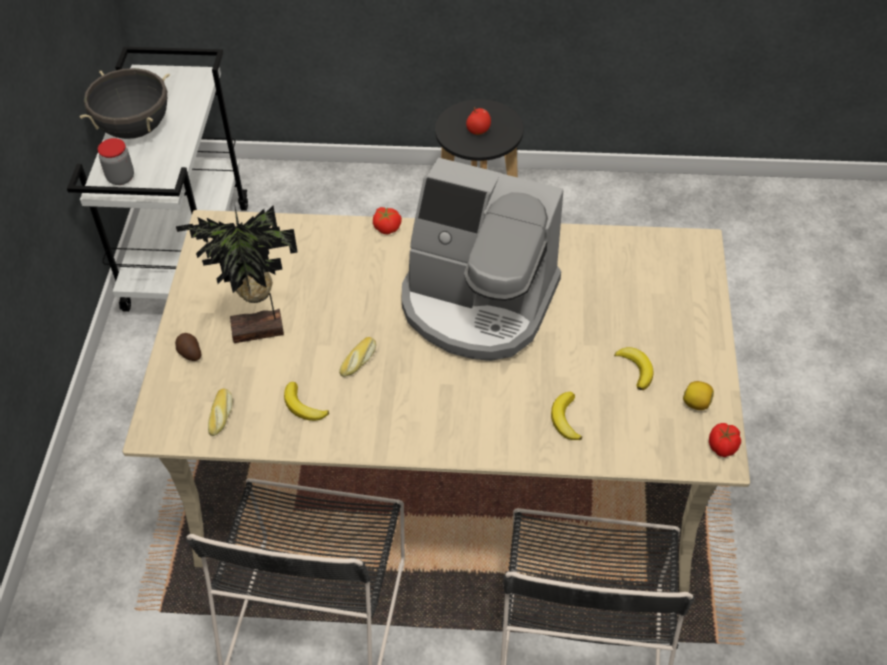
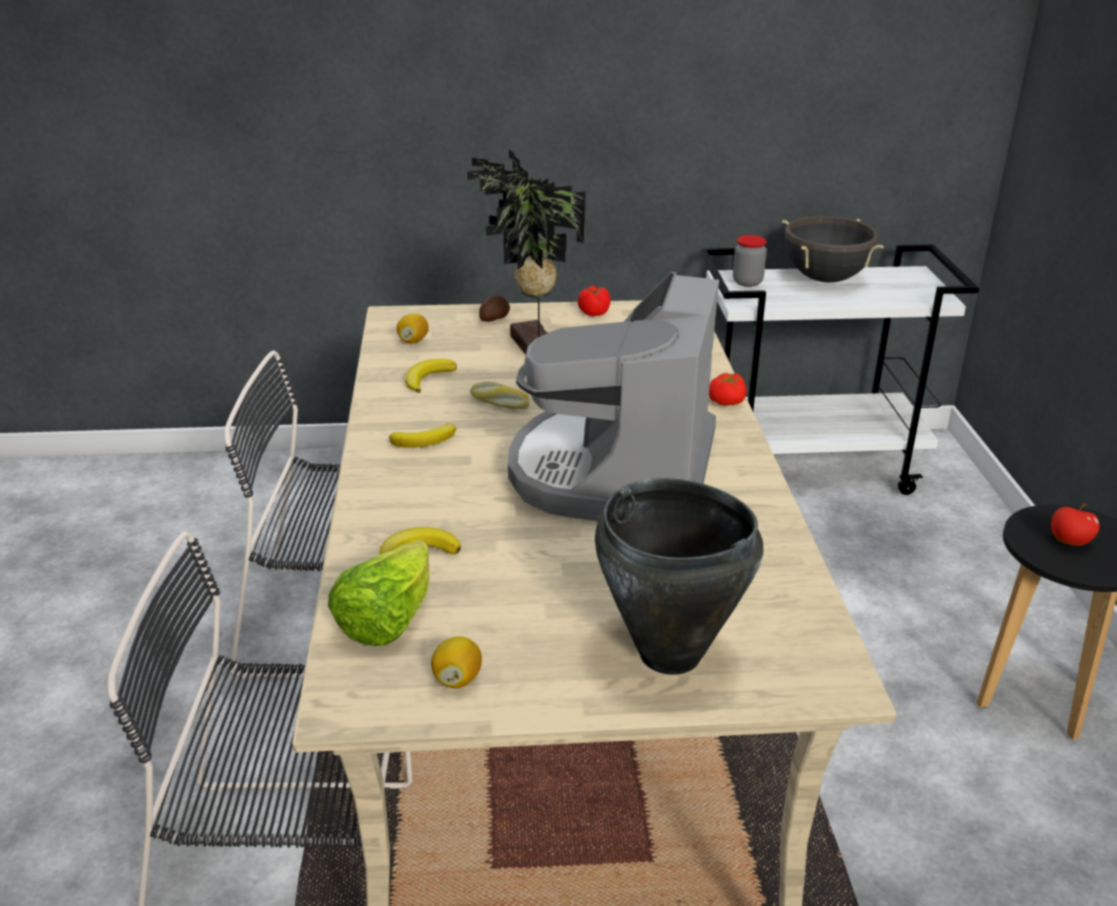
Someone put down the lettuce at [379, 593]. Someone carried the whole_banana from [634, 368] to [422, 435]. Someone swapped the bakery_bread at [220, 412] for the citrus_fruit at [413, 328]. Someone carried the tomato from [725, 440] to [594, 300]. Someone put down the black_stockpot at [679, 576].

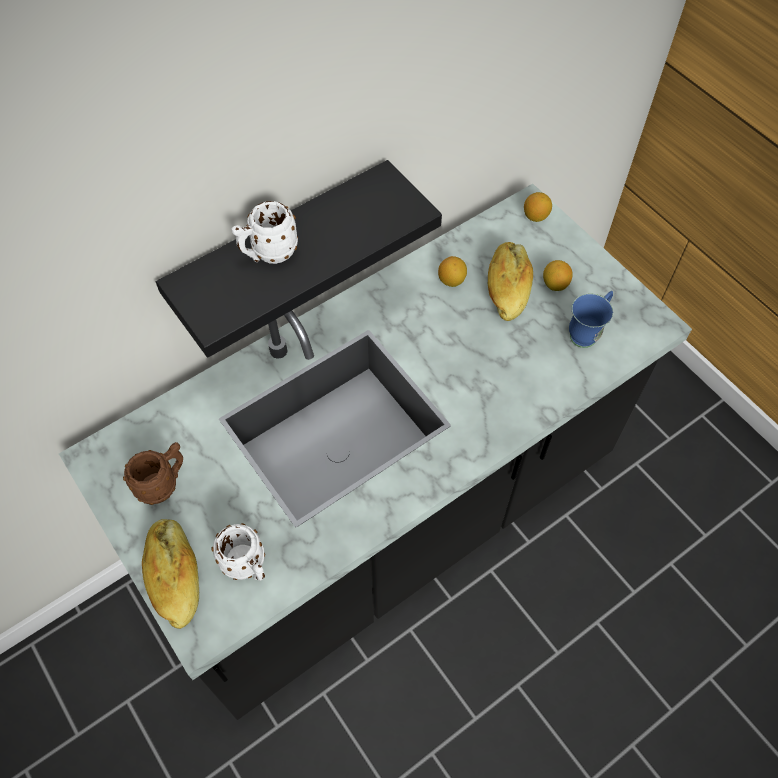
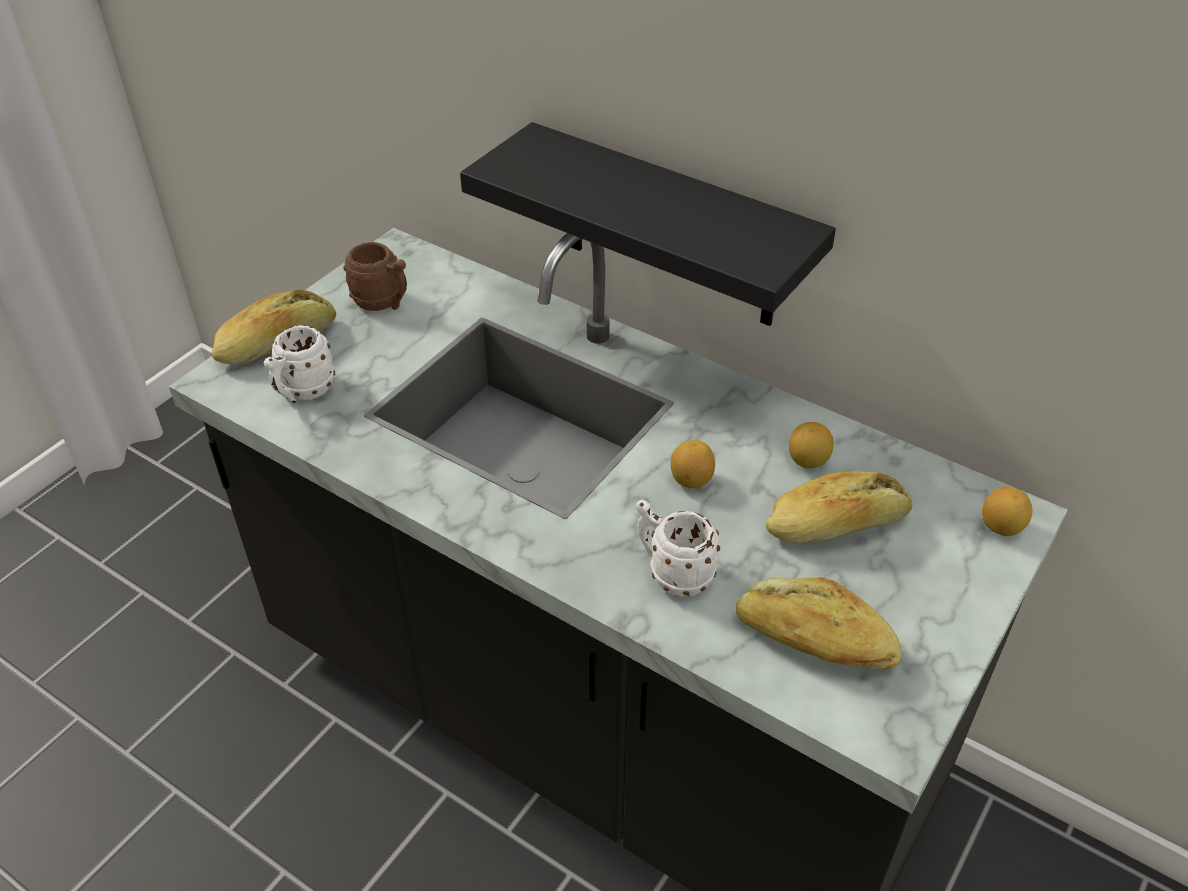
Someone carried the white-coloured_coffee_mug from [265, 232] to [678, 548]. Someone carried the citrus_fruit from [558, 275] to [692, 464]. Someone swapped the blue-coloured_coffee_mug at [591, 319] for the bakery_bread at [819, 623].

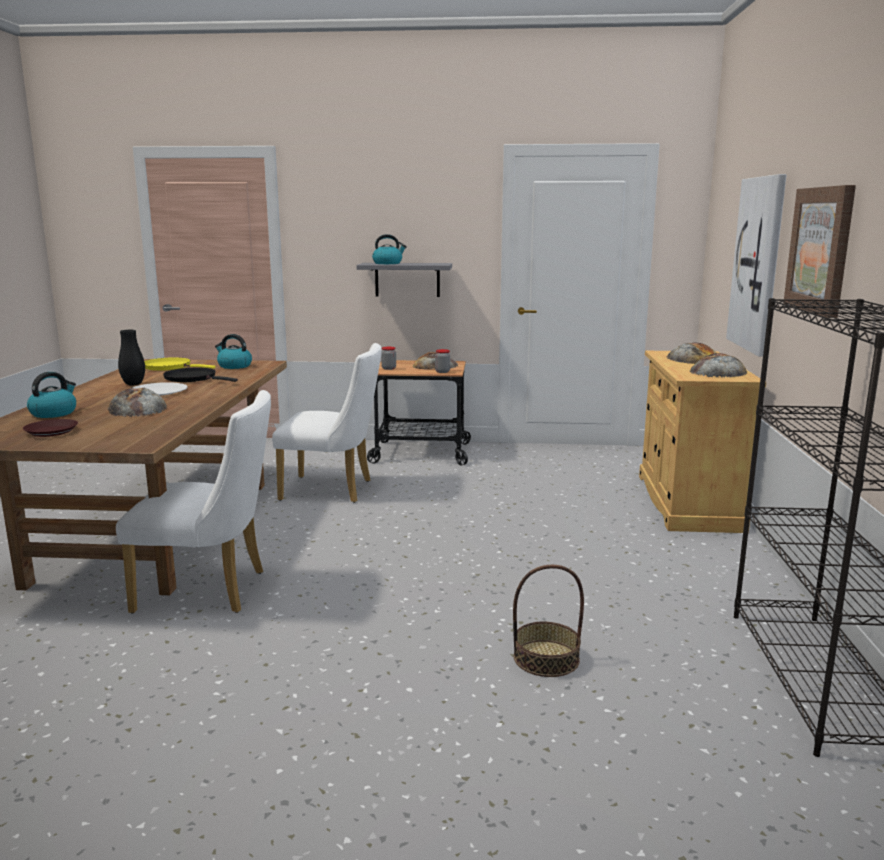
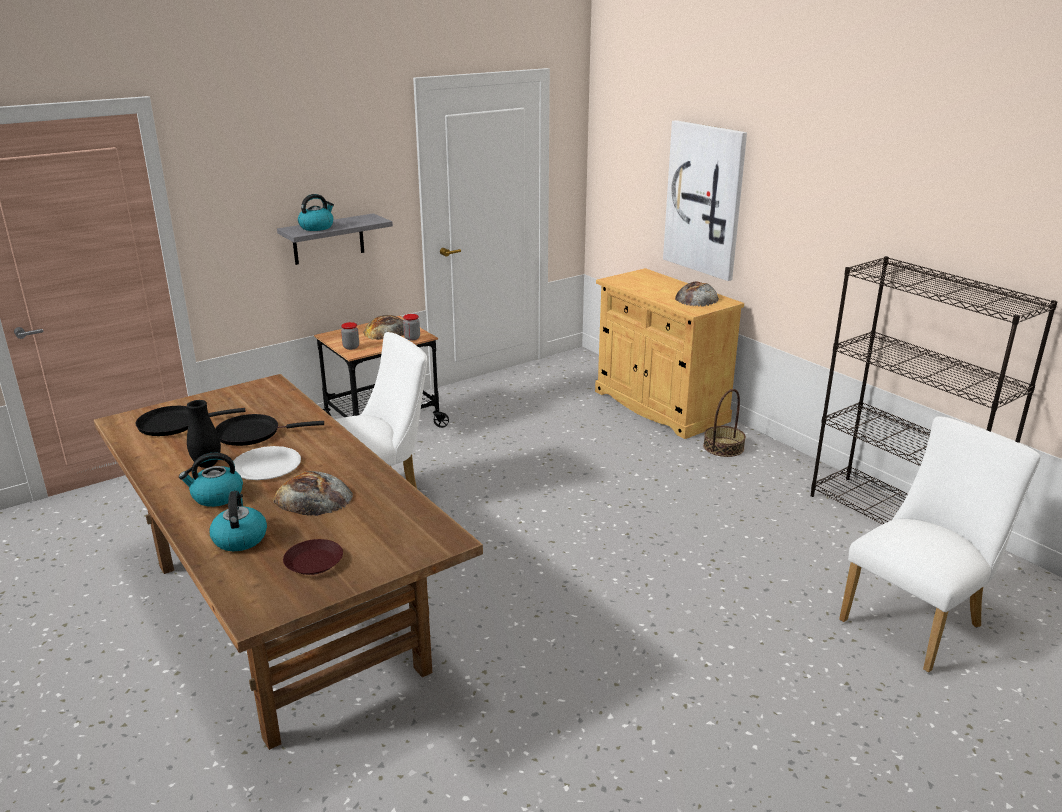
Someone repainted the yellowish_skillet at [180, 364], which became the black_skillet at [190, 421]. Someone carried the tea_kettle from [233, 351] to [211, 480]. Someone carried the household_basket from [548, 621] to [724, 423]. Someone carried the white-coloured_upright_chair from [193, 501] to [940, 544]. Someone took away the bakery_bread at [691, 353]. Someone took away the wall_art at [819, 251].

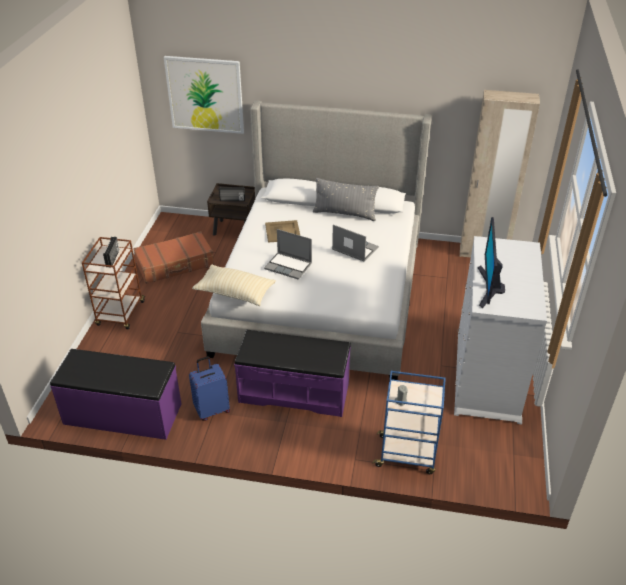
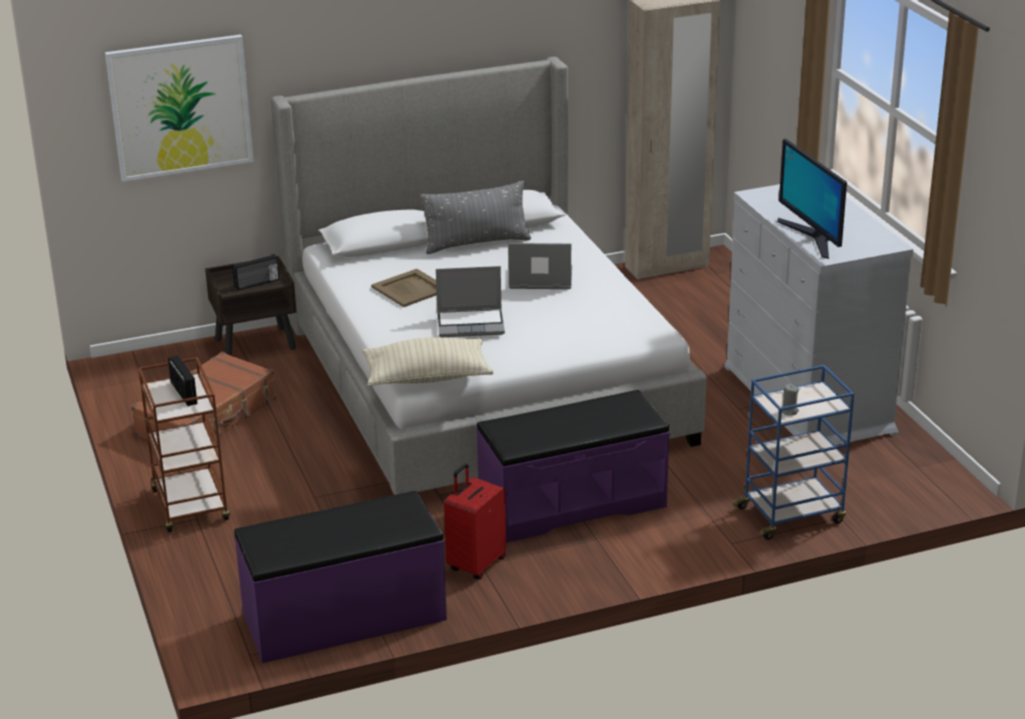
Someone repainted the blue-coloured_travel_case at [209, 388], which became the red_travel_case at [475, 521].

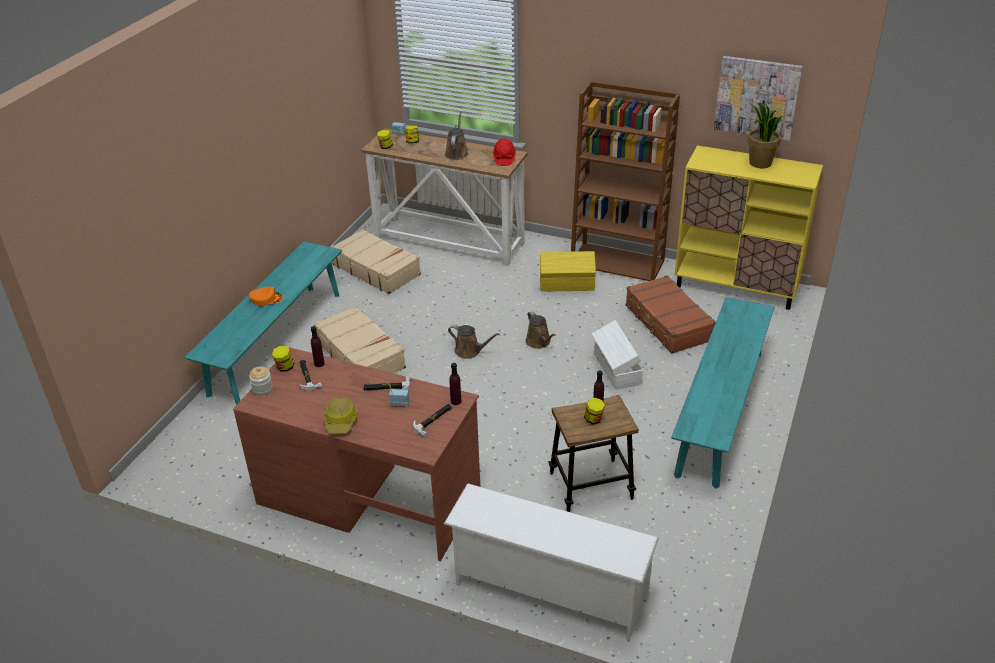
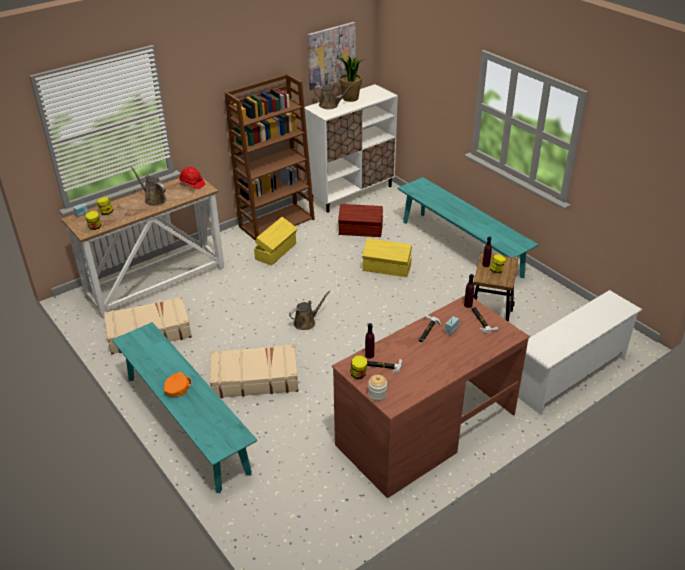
Someone repainted the yellowish_cupboard at [749, 227], which became the white-coloured_cupboard at [351, 148]. Someone carried the brown-coloured_sprinkling_can from [541, 330] to [334, 96]. Someone swapped the brown-coloured_travel_case at [671, 314] for the brown-coloured_storage_bin at [360, 220]. Someone repainted the white-coloured_storage_bin at [617, 355], which became the yellowish_storage_bin at [387, 257]. Someone took away the safety_helmet at [341, 415].

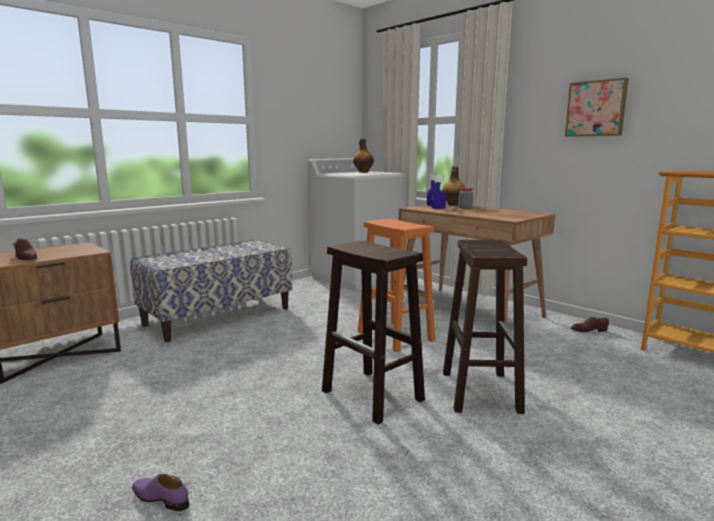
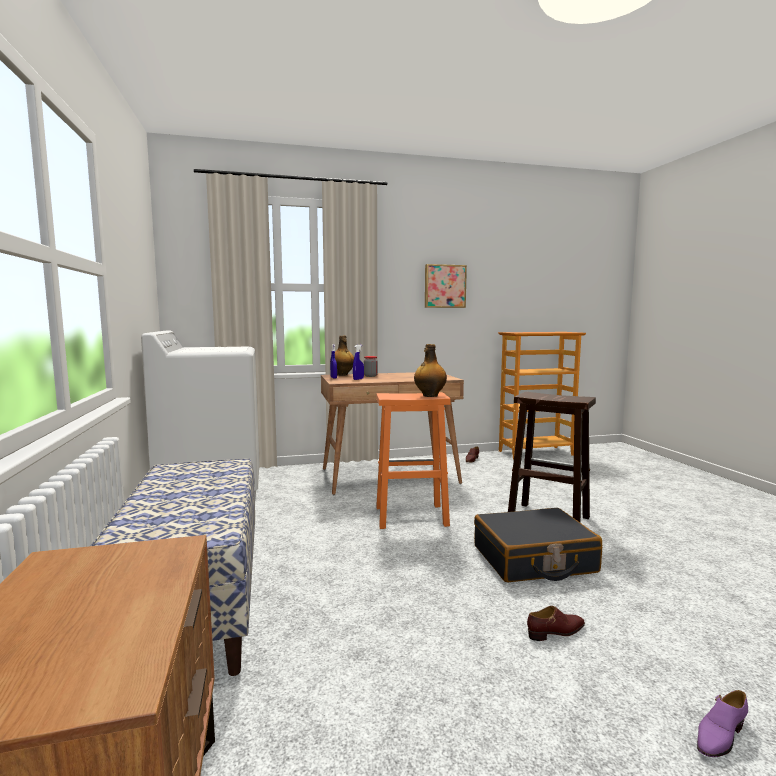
Someone carried the beverage_bottle from [363, 156] to [430, 370]. Someone swapped the brown-coloured_stool_seat at [373, 332] for the black_travel_case at [538, 545]. Someone carried the brown-coloured_shoe from [25, 249] to [556, 623].

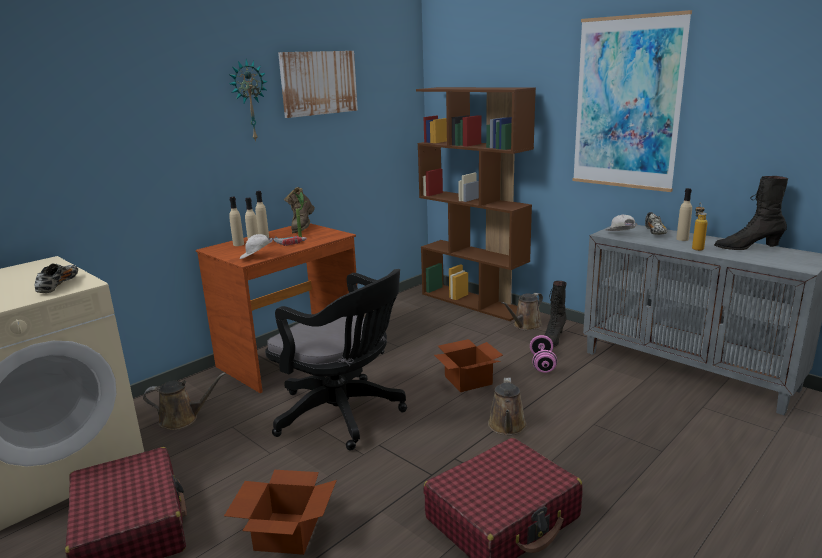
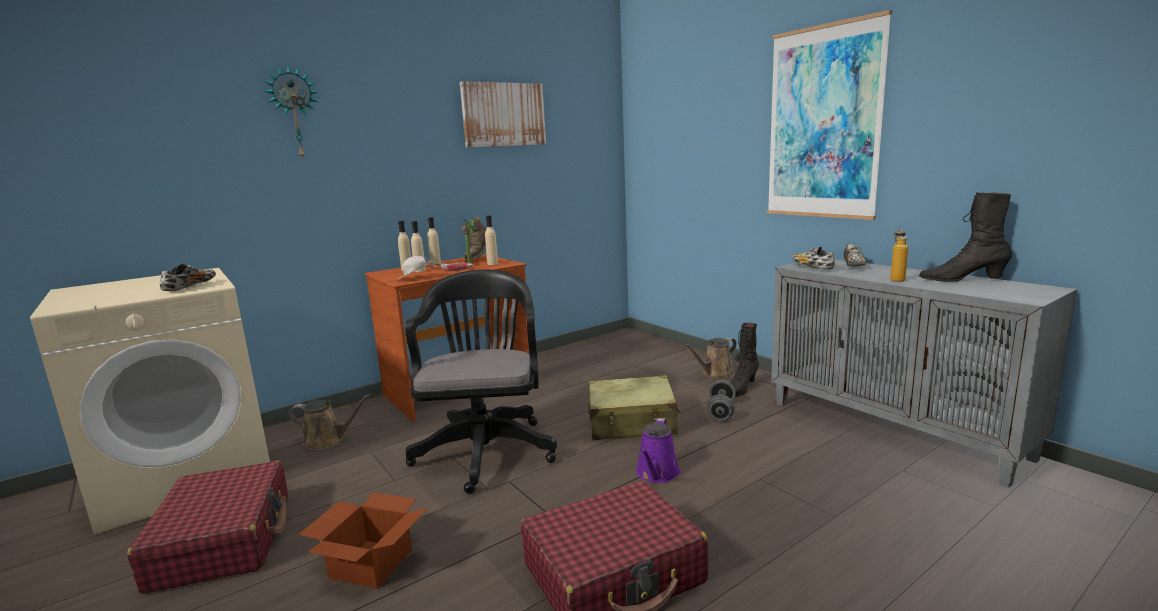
Someone carried the wall_clock from [248, 100] to [291, 112]. Someone rotated the black_office_chair at [336, 360] by 135 degrees counterclockwise. Someone carried the beige_beverage_bottle from [684, 214] to [491, 240]. Someone swapped the cardboard_box at [468, 365] for the beige_travel_case at [634, 407]. Someone repainted the brown-coloured_sprinkling_can at [507, 406], which became the purple_sprinkling_can at [658, 450]. Someone repainted the pink-coloured_dumbbell at [543, 354], which became the grey_dumbbell at [721, 400]. Someone swapped the white-coloured_baseball_cap at [622, 222] for the shoe at [813, 258]. Someone took away the brown-coloured_bookcase at [476, 204].

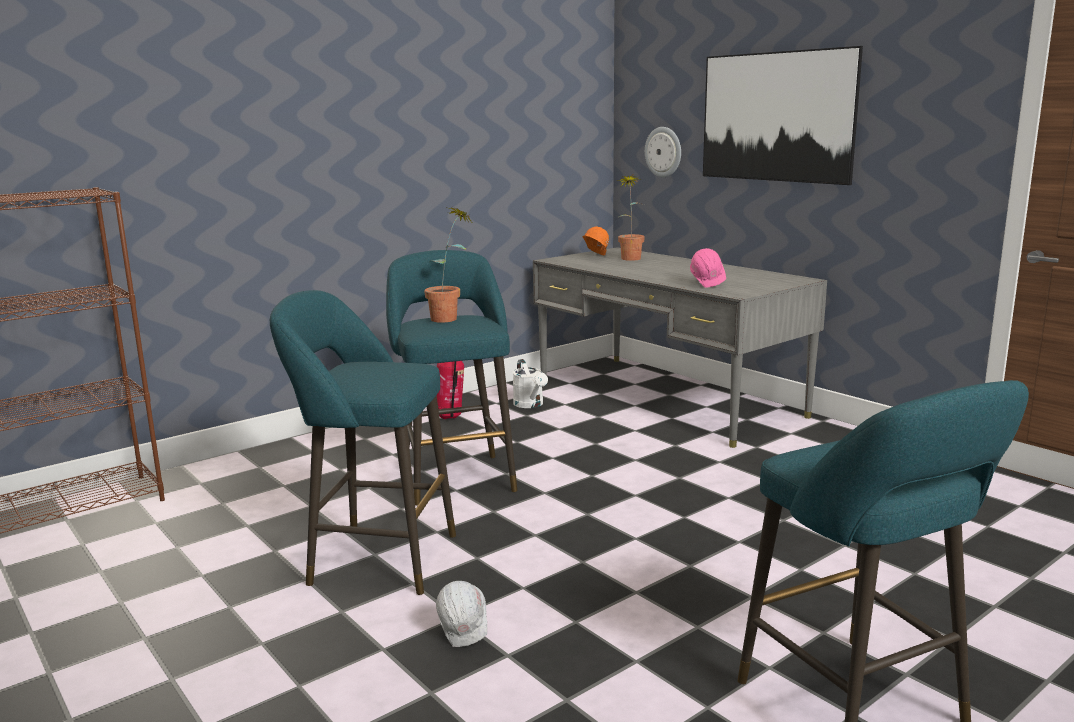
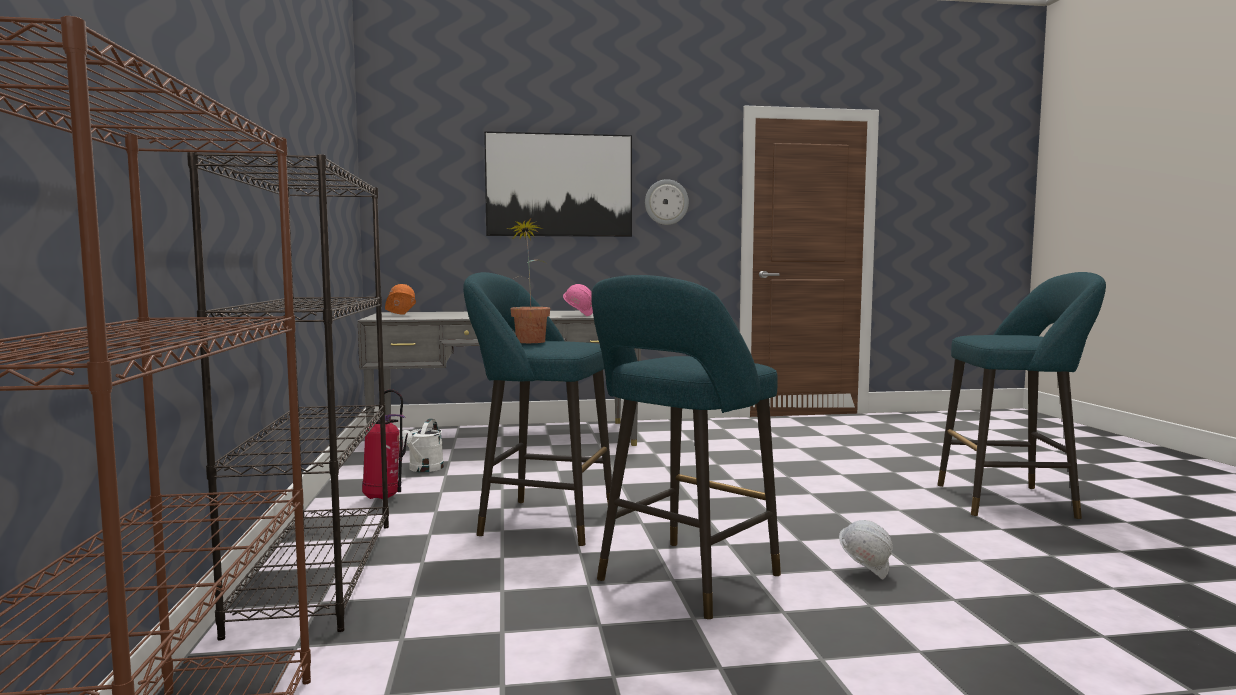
Someone put down the black_bookcase at [288, 396]. Someone rotated the white-coloured_sprinkling_can at [530, 383] by 90 degrees clockwise. Someone carried the wall_clock from [663, 152] to [667, 202]. Someone took away the plant_in_a_pot at [631, 218].

